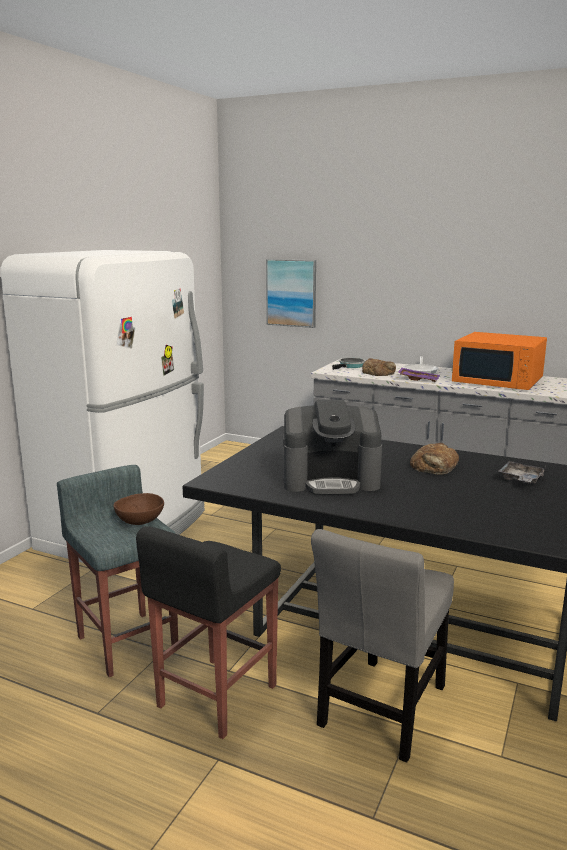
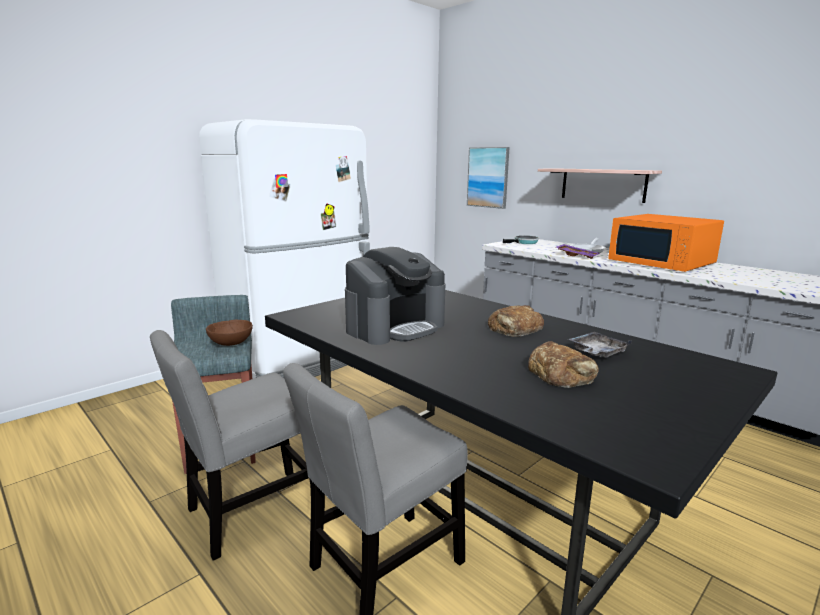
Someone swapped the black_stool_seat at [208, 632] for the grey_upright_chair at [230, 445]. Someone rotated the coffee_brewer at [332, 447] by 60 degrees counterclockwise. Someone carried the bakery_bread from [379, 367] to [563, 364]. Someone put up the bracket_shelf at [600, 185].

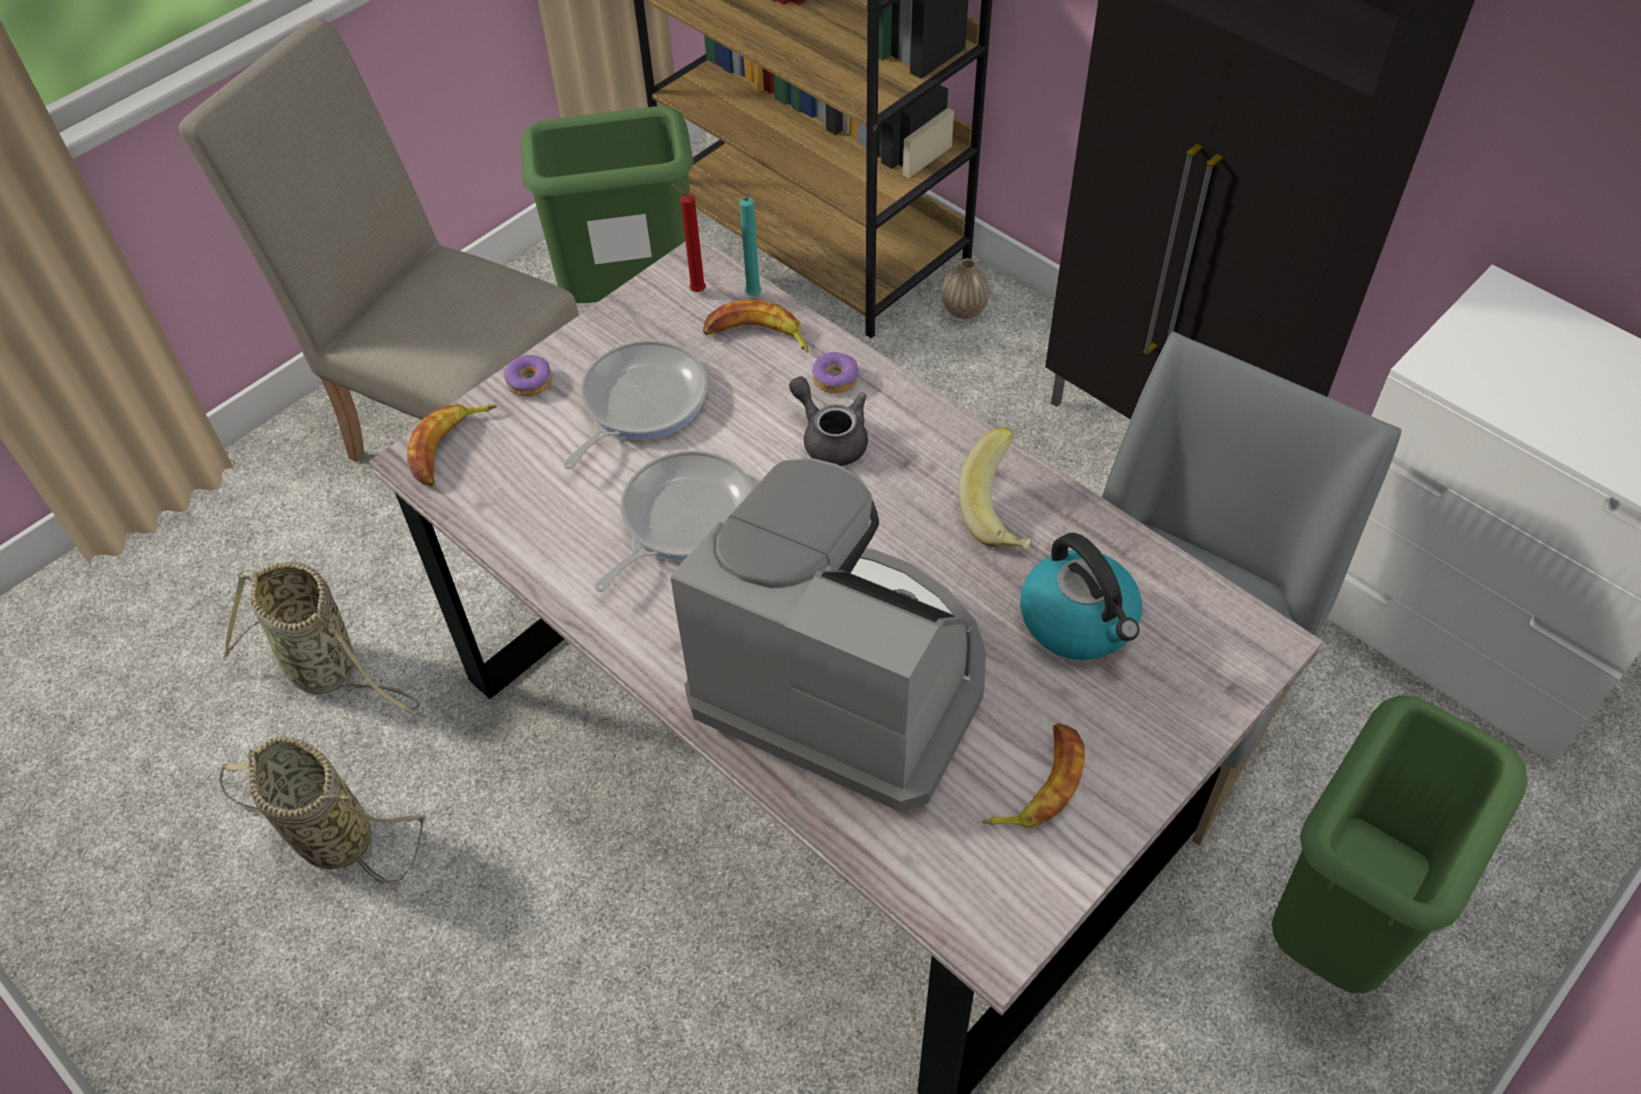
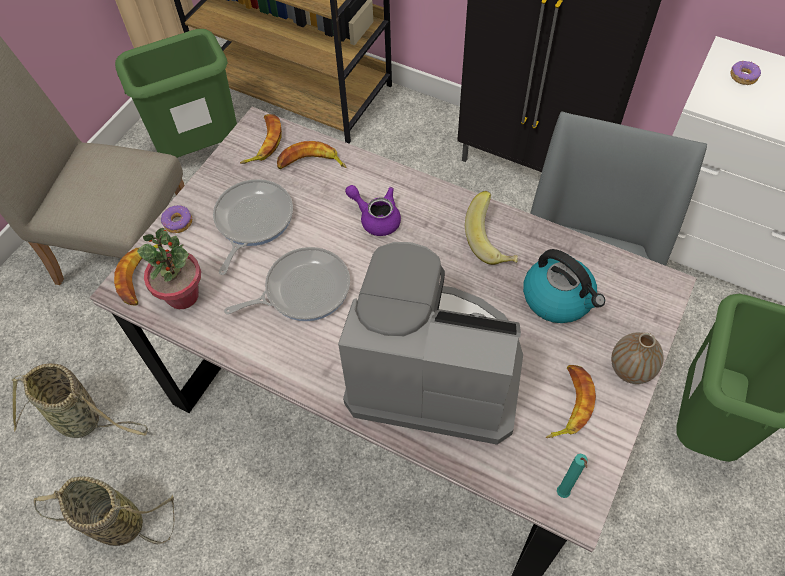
Someone put down the plant_in_a_pot at [169, 268]. Someone rotated the skillet at [673, 521] by 45 degrees clockwise. Someone swapped the red_candle at [689, 238] for the whole_banana at [261, 139]. Someone repainted the grey_tea_pot at [828, 421], which became the purple_tea_pot at [373, 210]. Someone carried the blue-green_candle from [751, 246] to [572, 475]. Someone carried the flower_vase from [966, 288] to [637, 358]. Someone carried the donut from [835, 373] to [745, 73].

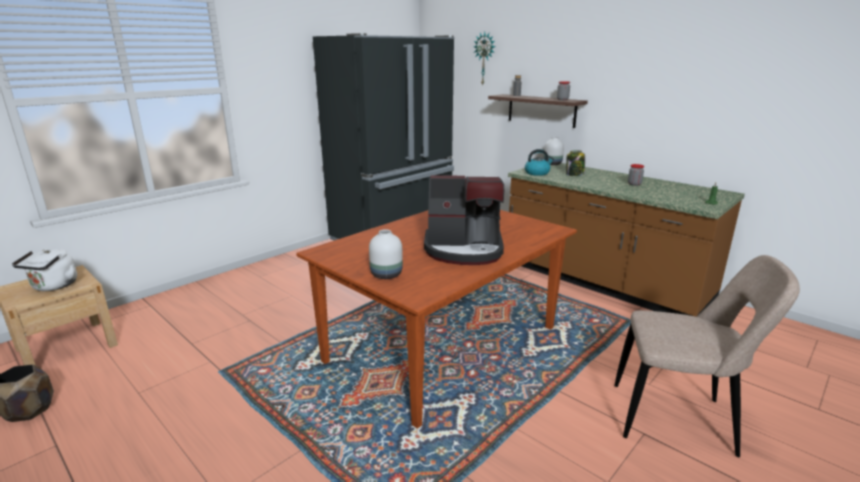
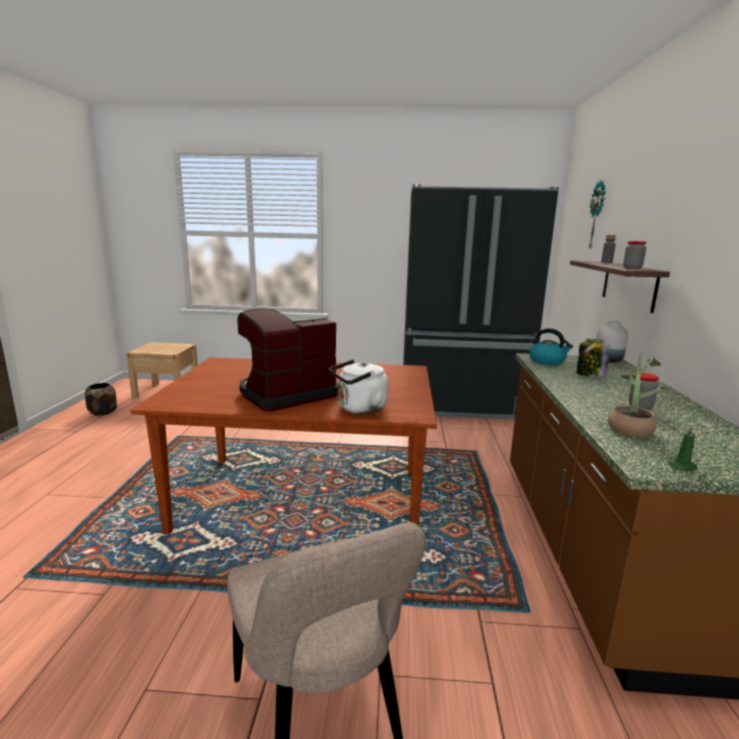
Someone rotated the coffee_brewer at [464, 220] by 90 degrees clockwise. Someone carried the white-coloured_tea_kettle from [44, 270] to [358, 386]. Someone put down the plant_in_a_pot at [637, 394]. Someone took away the white-coloured_flower_vase at [386, 254].

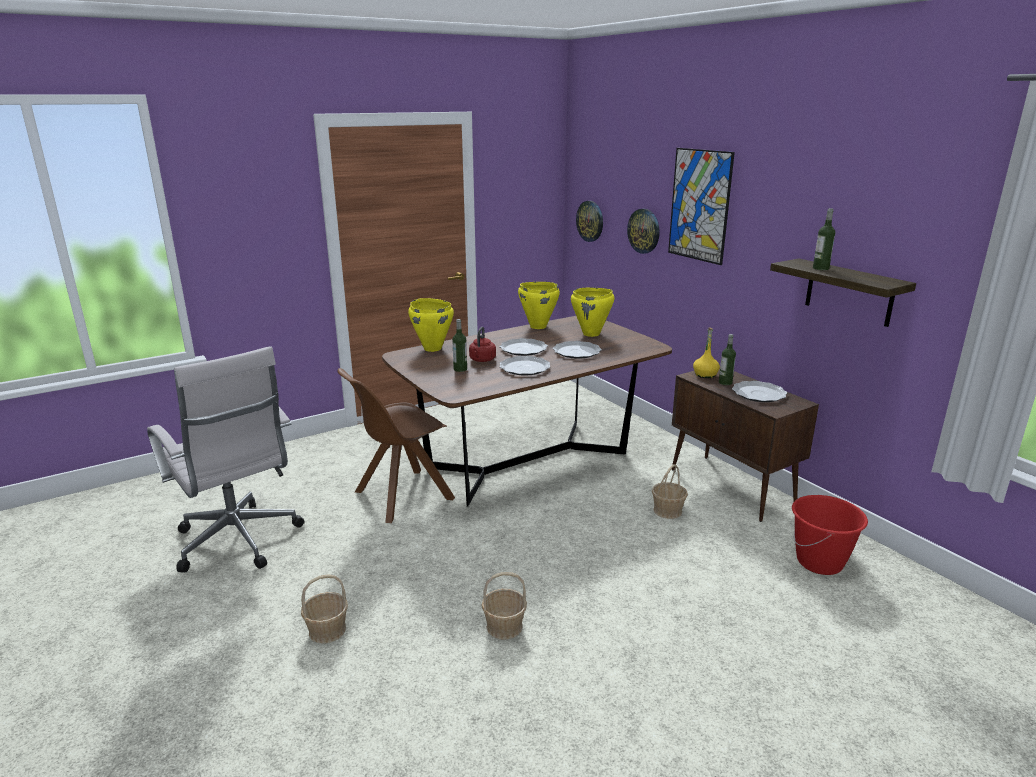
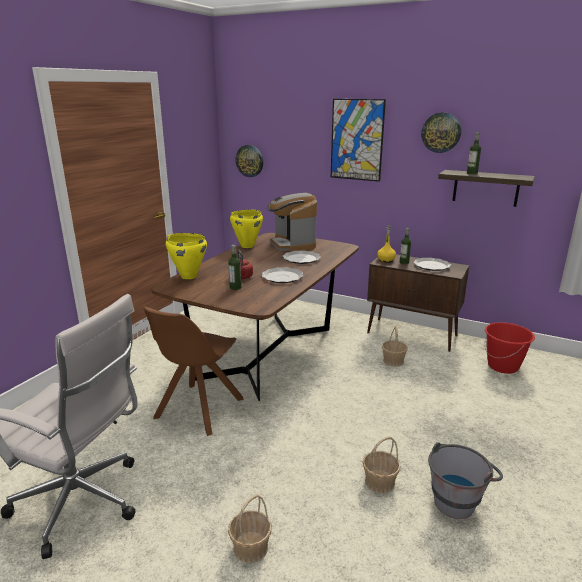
Someone swapped the yellowish_stockpot at [592, 312] for the coffee_brewer at [292, 222]. Someone carried the wall_clock from [643, 231] to [441, 132]. Someone put down the grey_water_bucket at [465, 480]. Someone took away the flat_dish at [524, 347].

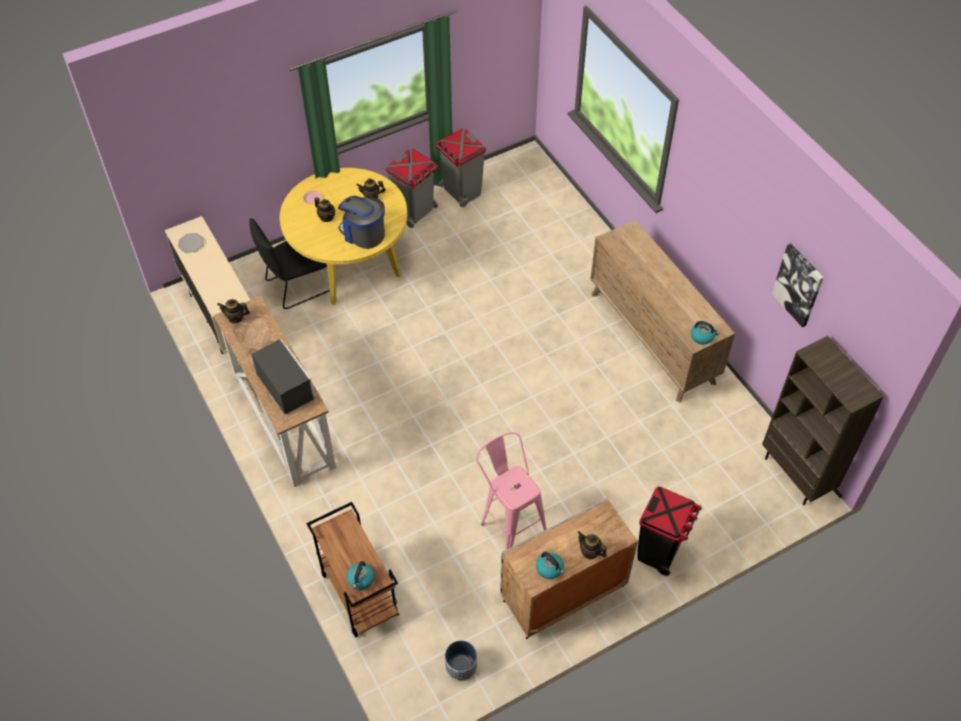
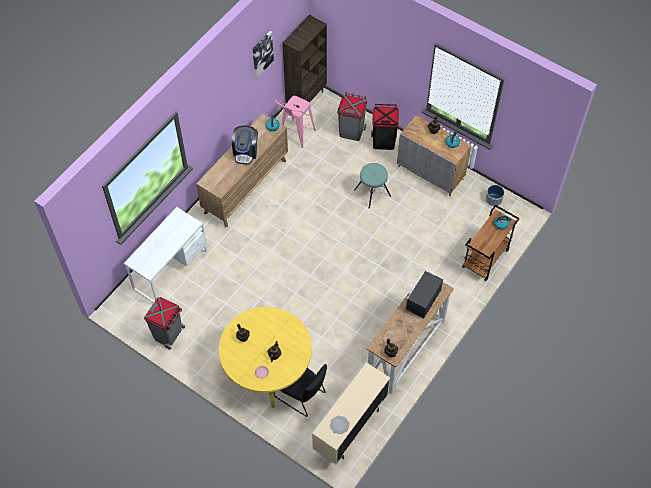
Someone put down the white-coloured_desk_unit at [165, 255]. Someone carried the coffee_brewer from [361, 222] to [245, 145]. Someone carried the pink-coloured_stool_seat from [511, 491] to [295, 122]. Someone carried the grey_rubbish_bin from [412, 188] to [352, 116]. Someone put down the blue-green_stool_seat at [373, 185].

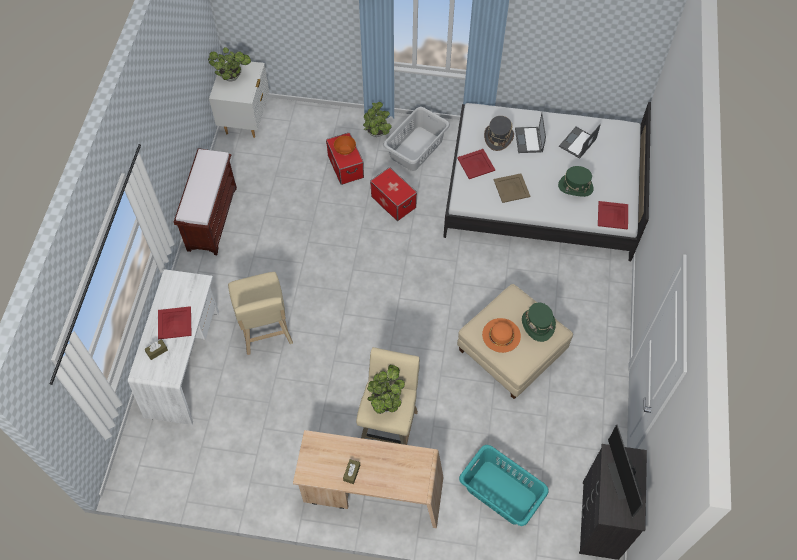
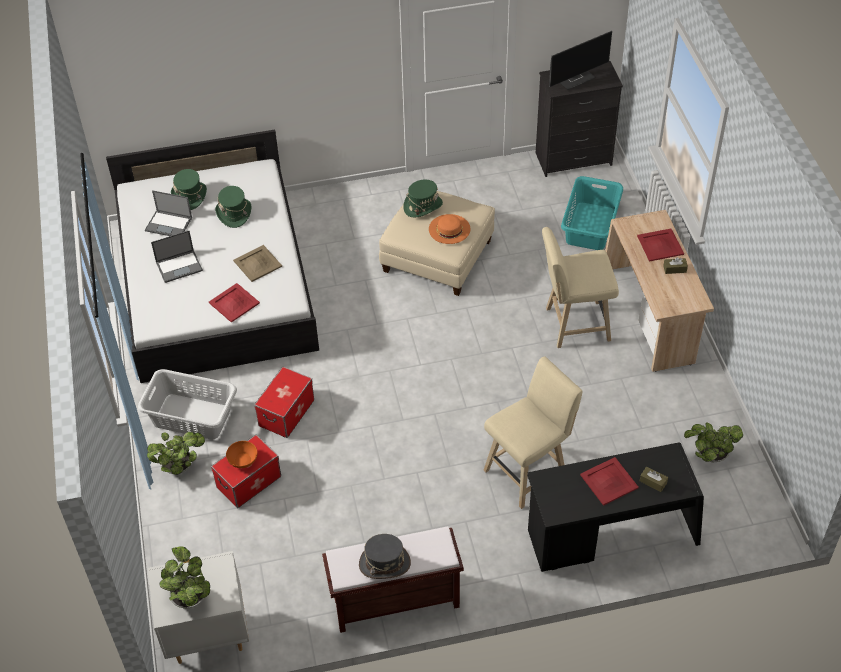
Someone put down the green-coloured_hat at [189, 189]. Someone carried the grey_hat from [499, 133] to [385, 556]. Someone repainted the white-coloured_desk_unit at [173, 347], which became the black_desk_unit at [615, 507]. Someone carried the red_serving_tray from [613, 215] to [660, 245]. Someone carried the plant_in_a_pot from [386, 389] to [713, 442].

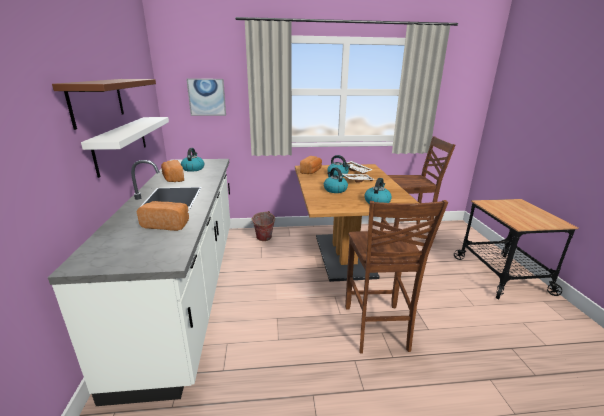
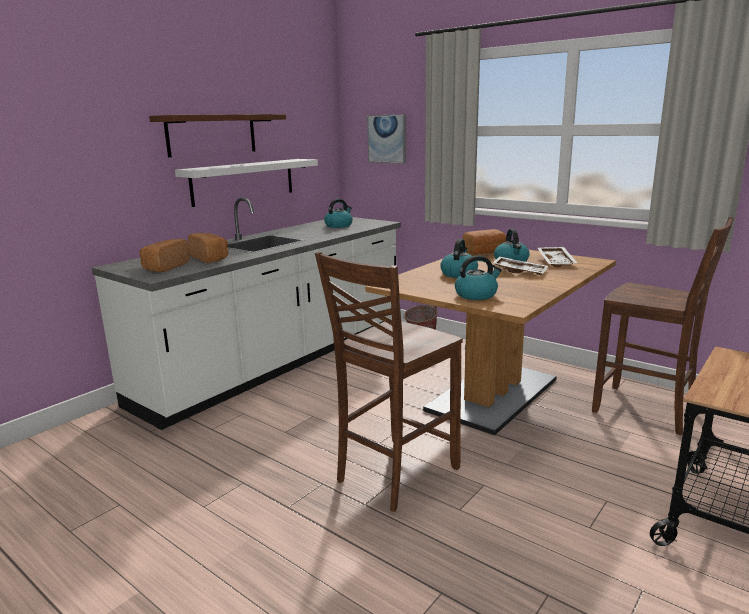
Someone carried the bakery_bread from [172, 171] to [165, 255].

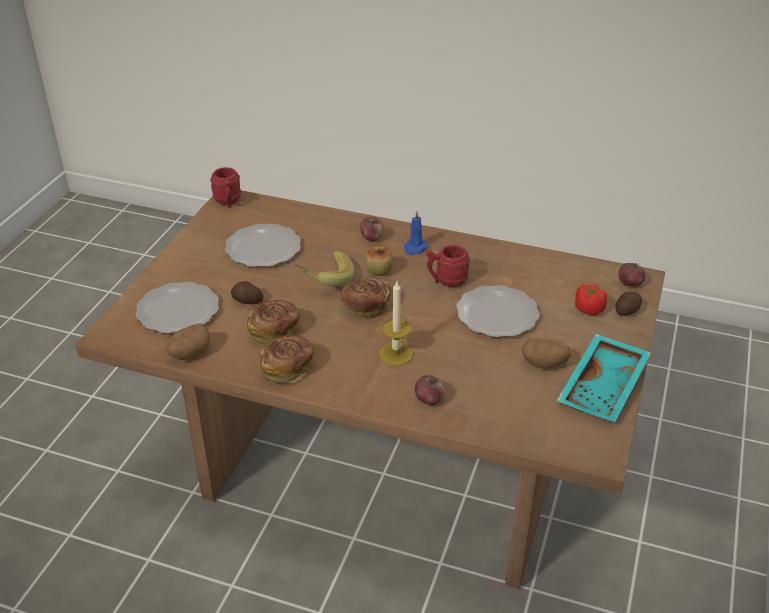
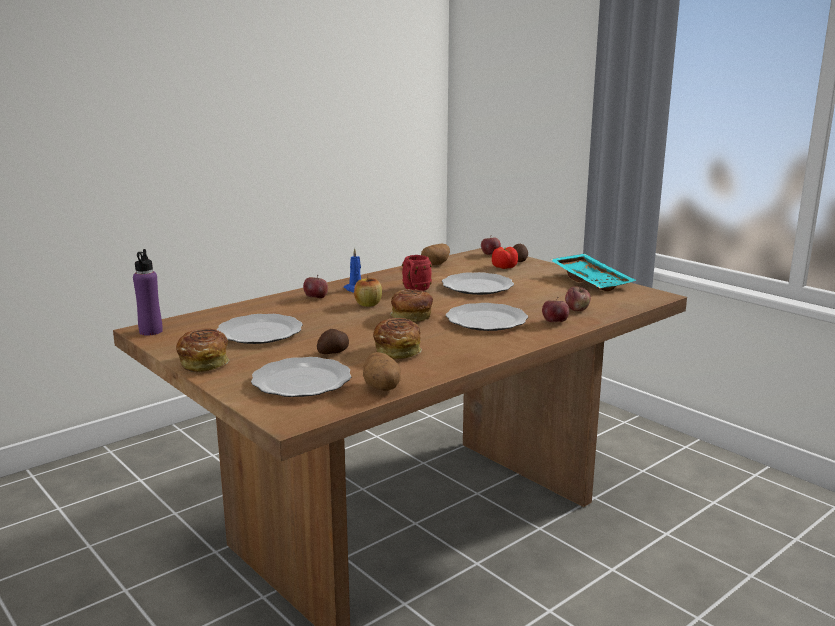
Someone swapped the red_coffee_mug at [225, 187] for the purple_beverage_bottle at [148, 292]. Someone carried the bakery_bread from [287, 359] to [202, 350]. Someone carried the potato from [546, 354] to [435, 254]. Someone swapped the candle at [396, 324] for the flat_dish at [487, 317]. Someone put down the whole_apple at [578, 299]. Someone took away the whole_banana at [324, 268].

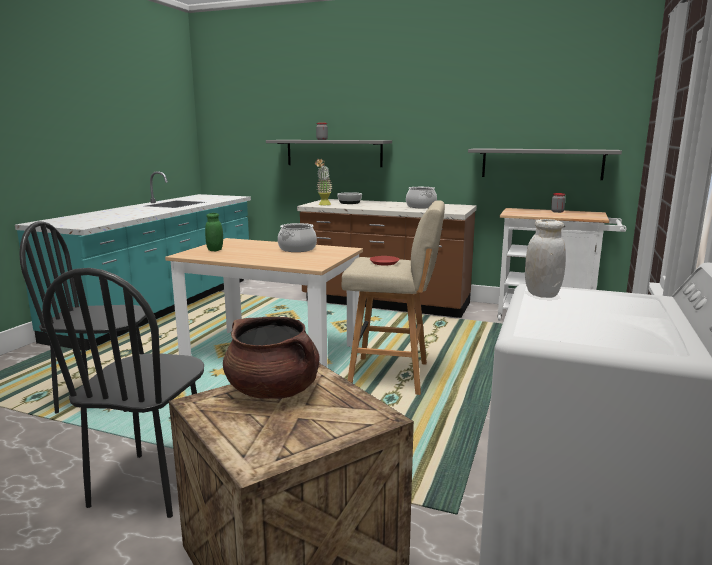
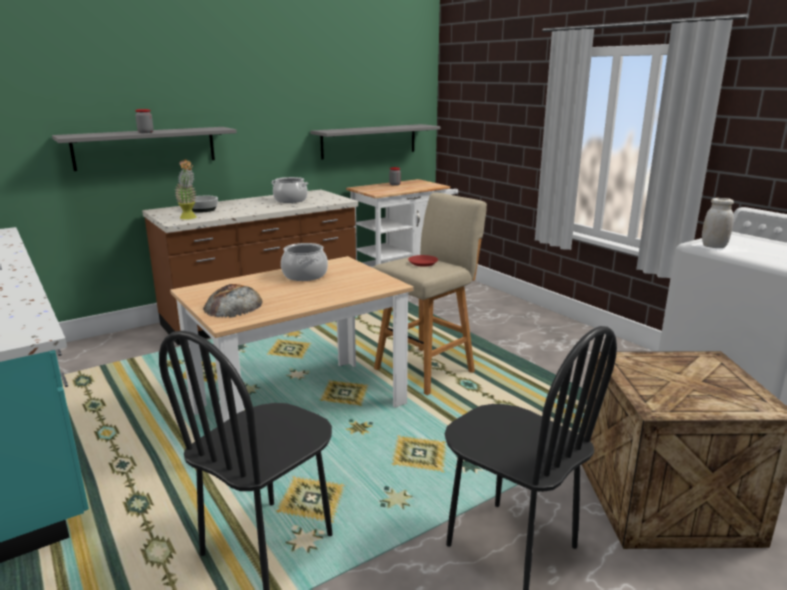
Someone swapped the green-coloured_storage_jar at [214, 232] for the bakery_bread at [233, 301]. Someone took away the brown-coloured_stockpot at [271, 358].

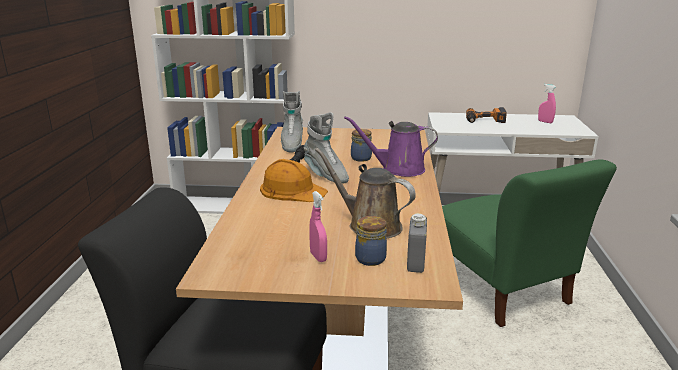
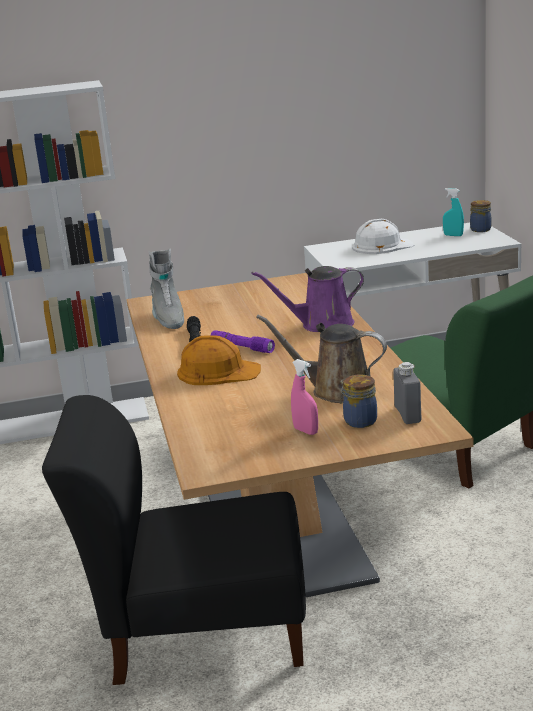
Someone swapped the grey_boot at [326, 147] for the purple_hand_torch at [243, 341]. Someone swapped the power_drill at [486, 115] for the white-coloured_safety_helmet at [383, 236]. Someone repainted the pink-coloured_sprayer at [547, 103], which became the blue-green_sprayer at [453, 212]. Someone carried the storage_jar from [361, 145] to [481, 216].

